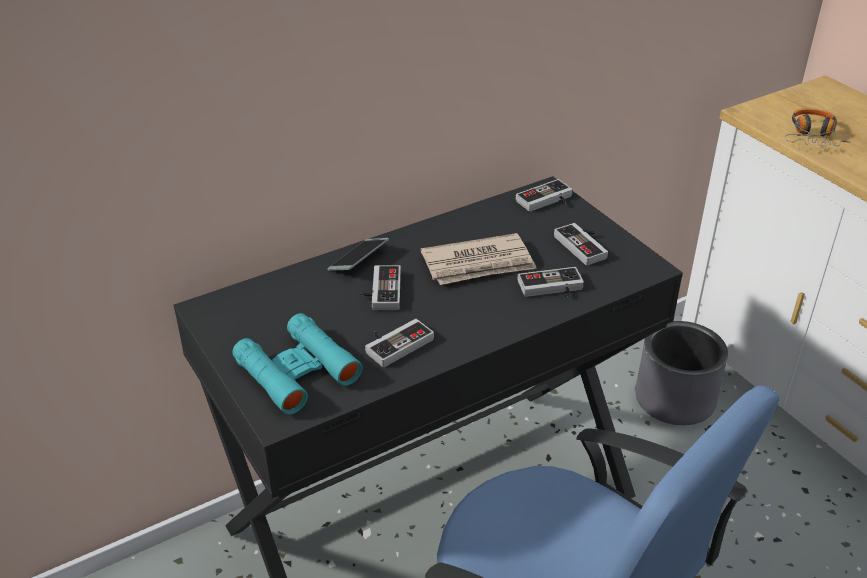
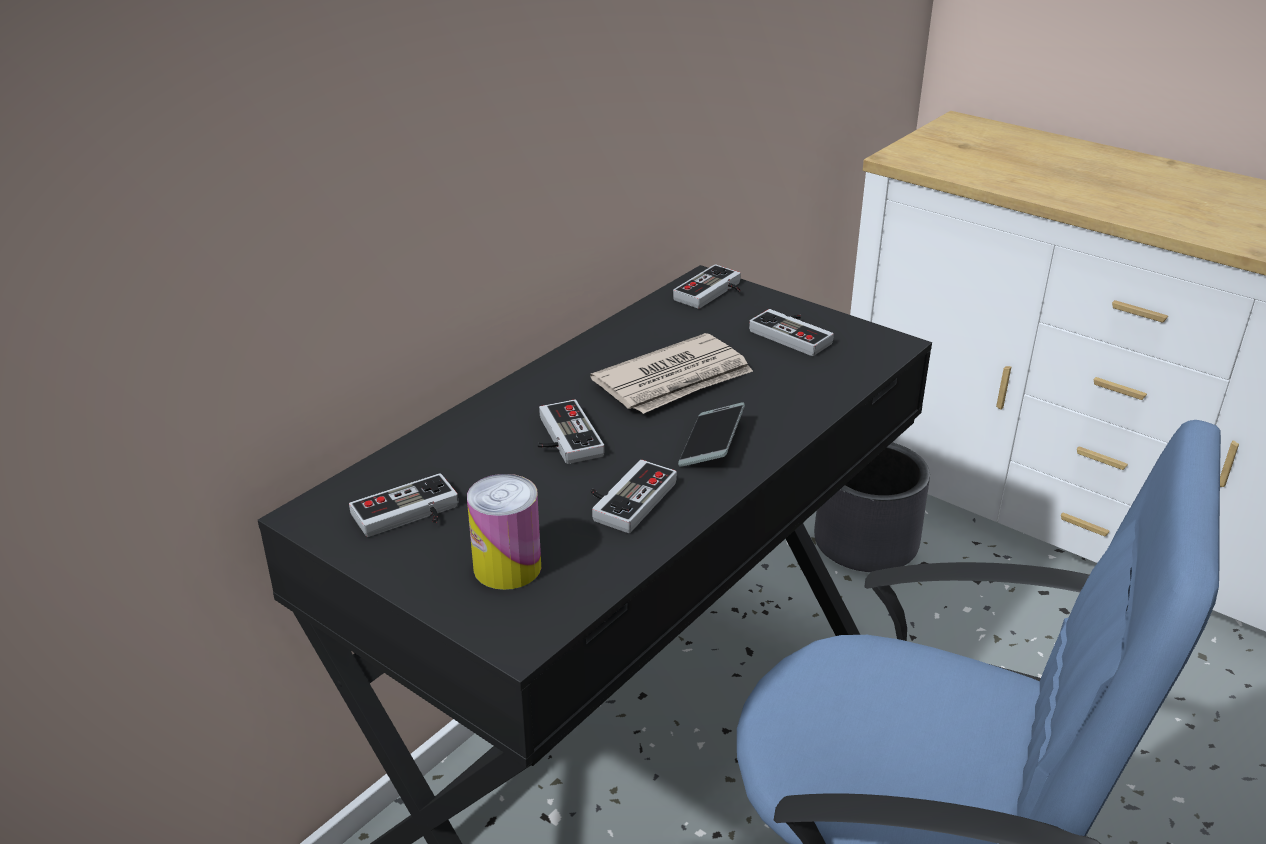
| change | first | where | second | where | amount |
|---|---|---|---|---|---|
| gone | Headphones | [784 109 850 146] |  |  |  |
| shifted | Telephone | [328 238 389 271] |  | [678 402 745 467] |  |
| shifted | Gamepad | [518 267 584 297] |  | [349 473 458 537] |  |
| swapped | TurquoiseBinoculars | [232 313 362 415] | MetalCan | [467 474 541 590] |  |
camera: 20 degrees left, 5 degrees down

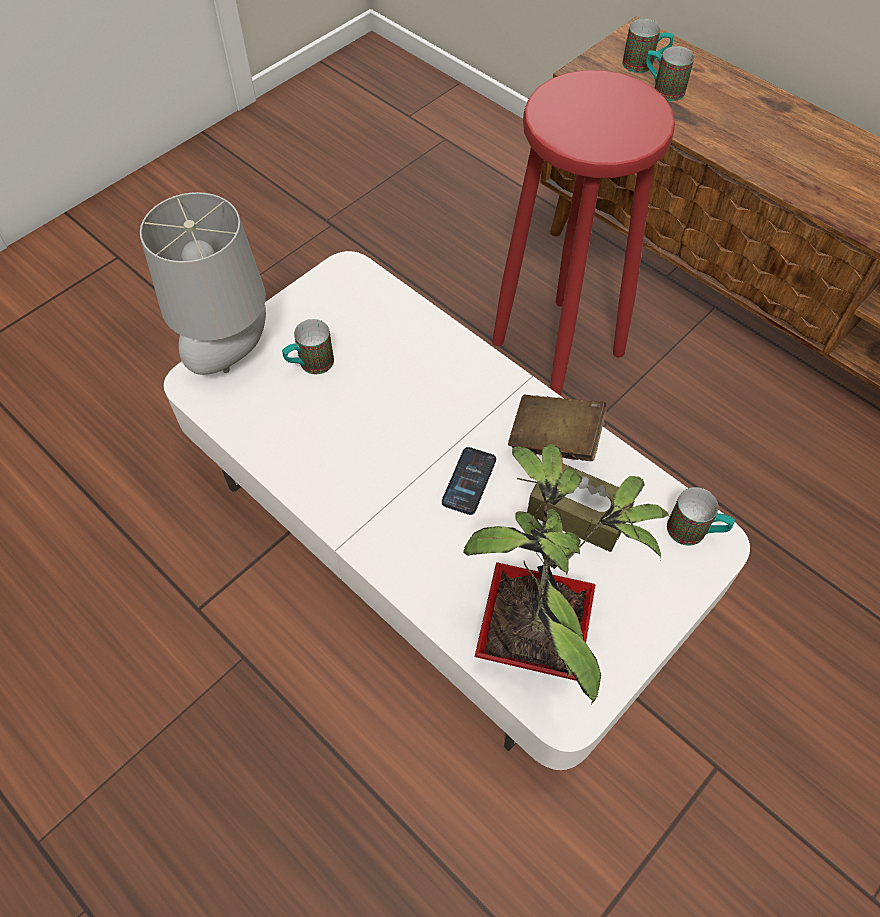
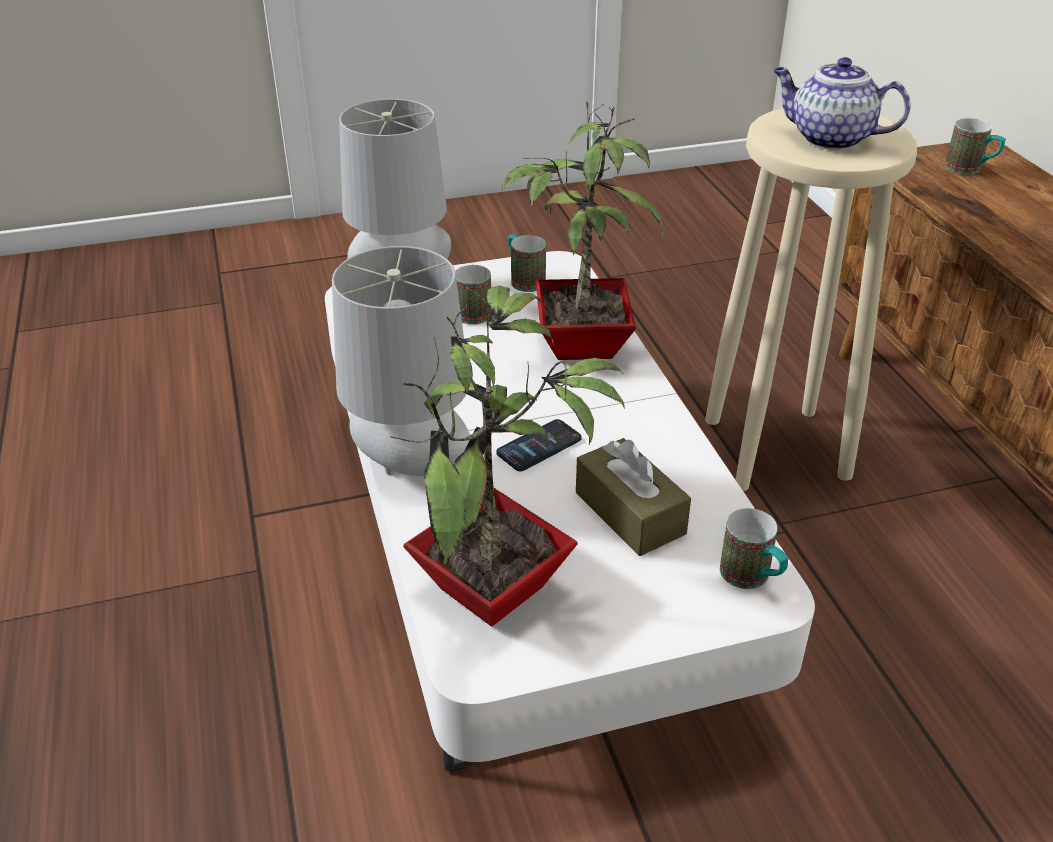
| change | first | where | second | where | amount |
|---|---|---|---|---|---|
| shifted | CoffeeMug | [646 46 694 101] |  | [508 234 546 292] |  |
| repainted | ReddishStool | [492 70 675 396] | BeigeColouredStool | [705 109 917 491] |  |
| gone | BrownishBoundBook | [508 395 607 461] |  |  |  |
| new |  |  | PotForTea | [773 57 911 150] |  |
| new |  |  | PottedPlant | [501 100 663 360] |  |
| new |  |  | GrayTabletopLamp | [332 246 470 476] |  |
camera: 30 degrees right, 20 degrees down

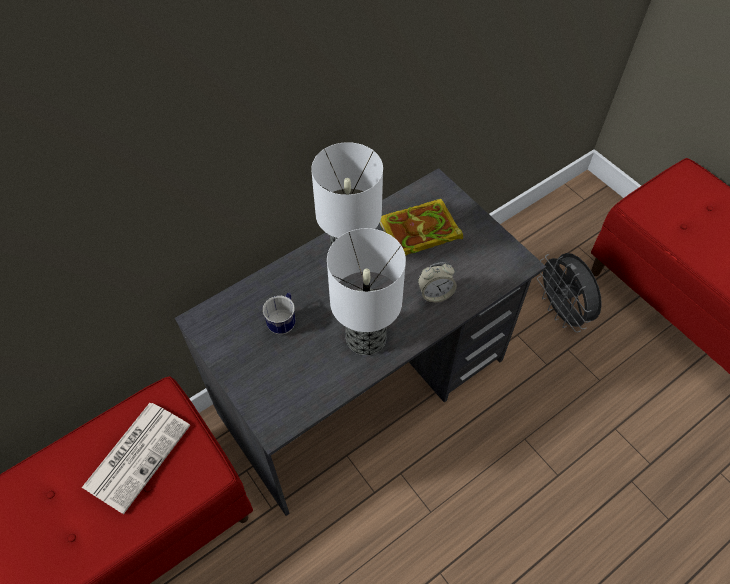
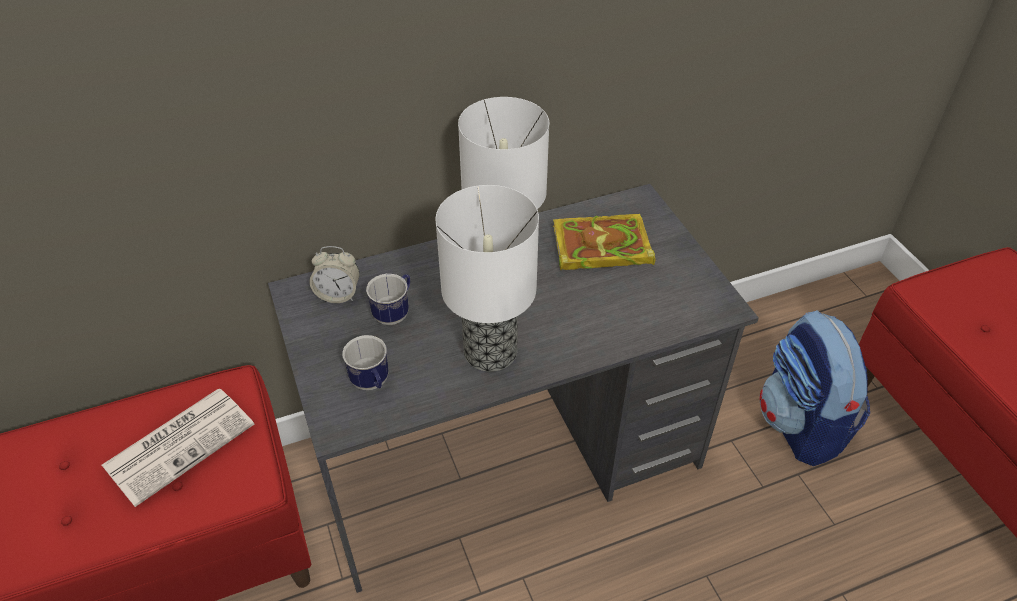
| change | first | where | second | where | amount |
|---|---|---|---|---|---|
| swapped | GrayFan | [537 253 602 333] | Backpack | [759 310 870 466] |  |
| shifted | TableClock | [418 262 457 303] |  | [309 246 360 303] |  |
| new |  |  | CoffeeMug | [342 335 389 390] |  |
camera: 15 degrees right, 10 degrees down

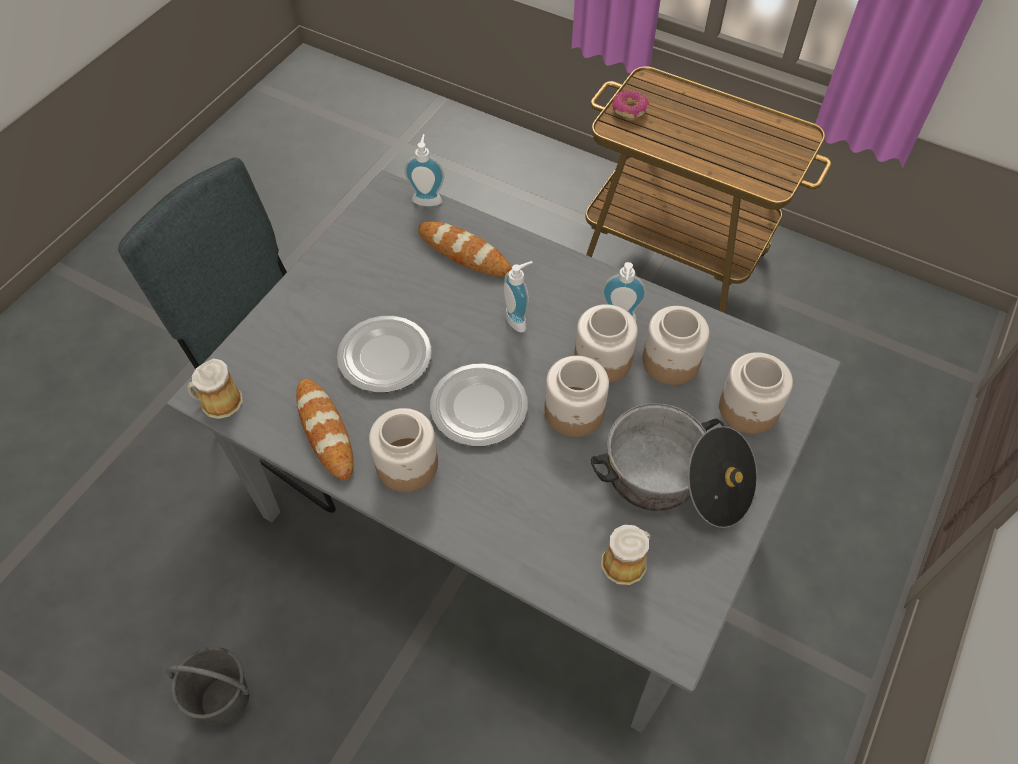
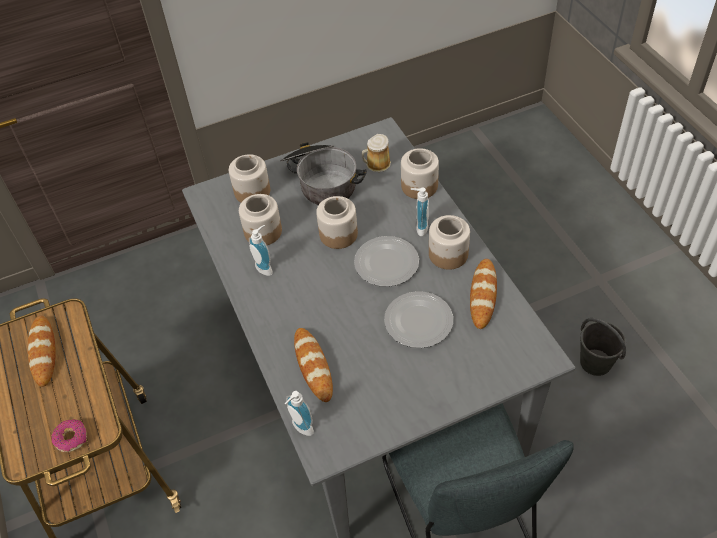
| change | first | where | second | where | amount |
|---|---|---|---|---|---|
| shifted | SoapBottle | [504 261 533 332] |  | [411 187 429 236] |  |
| shifted | Jar | [574 304 638 383] |  | [401 148 439 199] |  |
| gone | CoffeeMug | [187 358 243 419] |  |  |  |
| new |  |  | BakeryBread | [28 316 56 387] |  |
camera: 140 degrees left, 5 degrees down

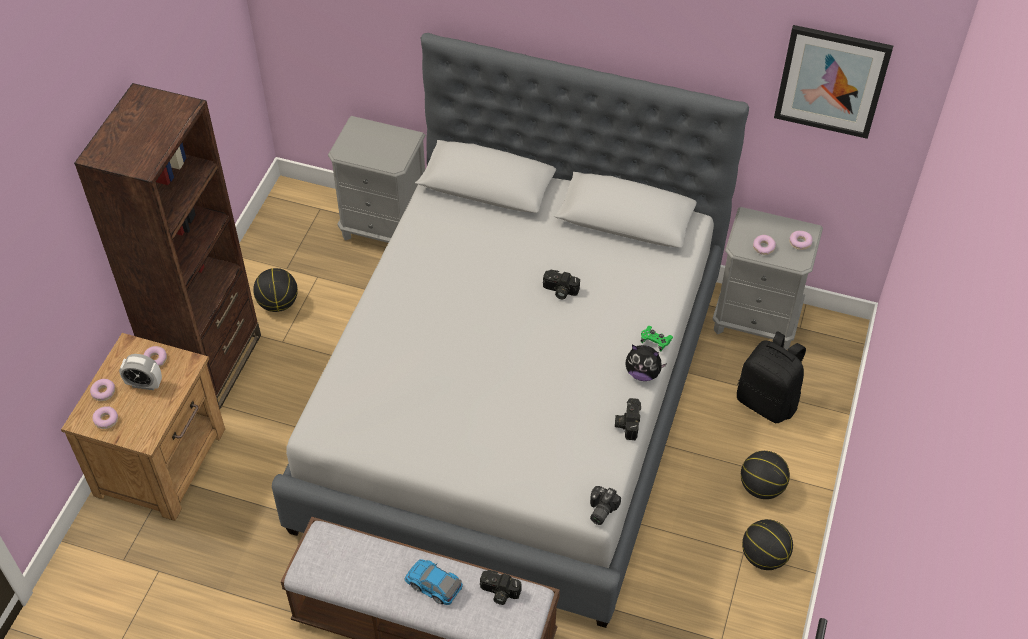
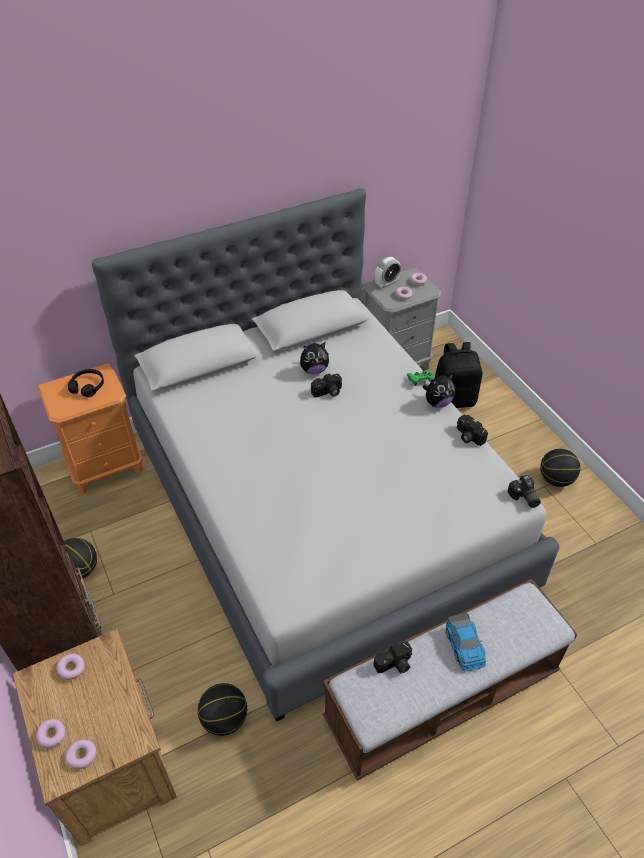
| change | first | where | second | where | amount |
|---|---|---|---|---|---|
| gone | Picture | [774 25 893 139] |  |  |  |
| repainted | GrayBedsideTable | [328 116 425 243] | OrangeyBedsideTable | [37 363 143 494] |  |
| shifted | TableClock | [119 354 162 390] |  | [375 257 401 288] |  |
| shifted | Basketball | [741 451 790 499] |  | [198 683 247 736] |  |
| rotated | MiniatureCar | [405 559 463 605] |  | [446 613 486 671] | 90 degrees counterclockwise |
| shifted | PhotoCamera | [480 570 522 605] |  | [373 641 412 673] |  |
| new |  |  | CuddlyToy | [300 343 329 374] |  |
| new |  |  | BlackHeadphones | [68 369 104 397] |  |
camera: 45 degrees left, 5 degrees down

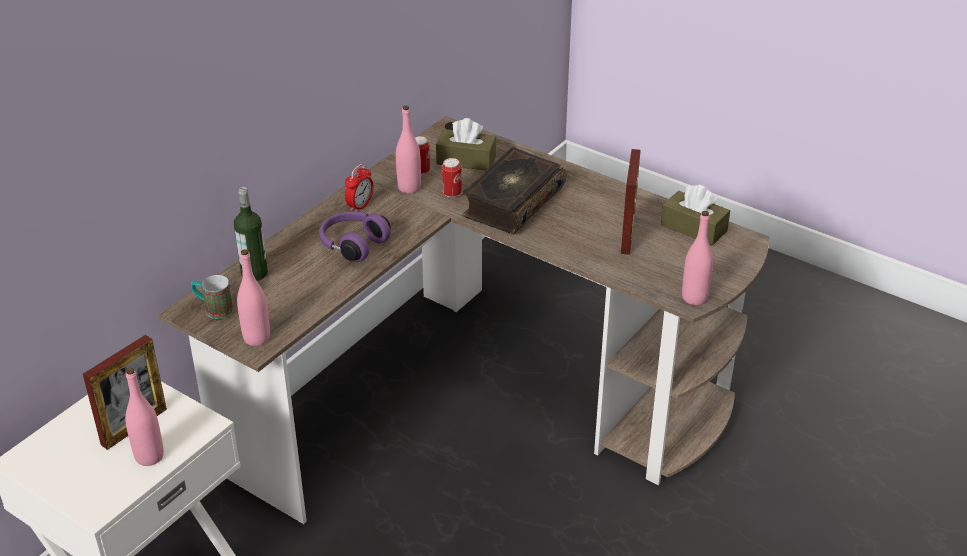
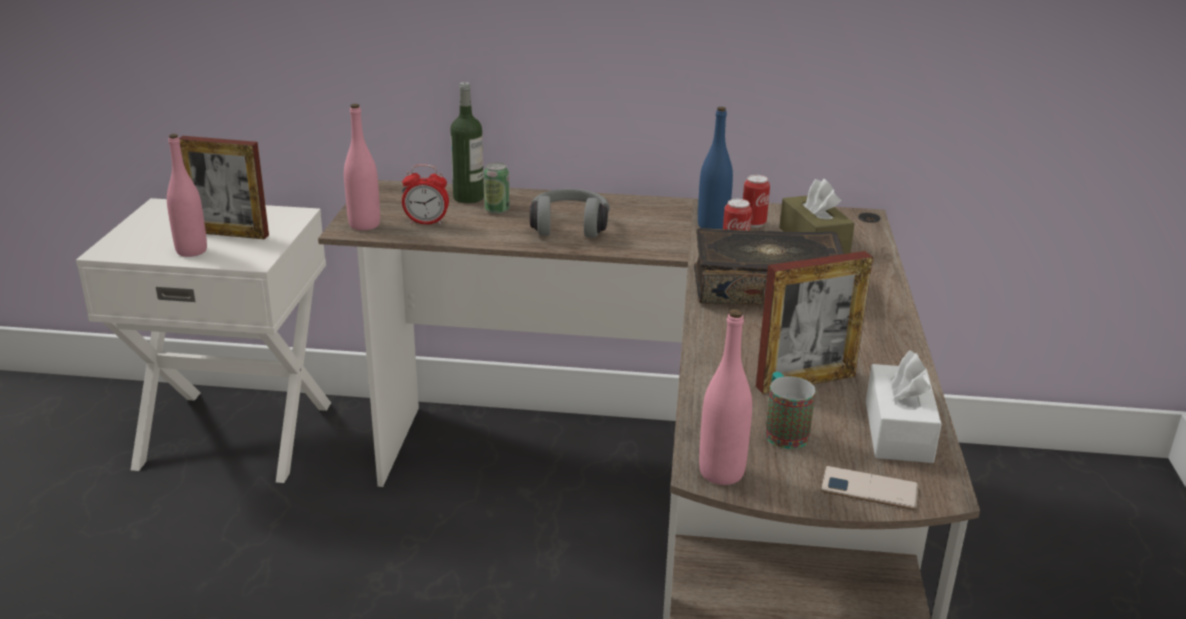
| change | first | where | second | where | amount |
|---|---|---|---|---|---|
| repainted | PinkBeverageBottle | [396 106 421 194] | BluishBeverageBottle | [698 107 733 229] |  |
| shifted | TableClock | [345 164 373 212] |  | [402 164 449 225] |  |
| repainted | BrownishBoxOfTissues | [661 185 730 246] | WhitishBoxOfTissues | [866 350 942 463] |  |
| repainted | PurpleColouredHeadphones | [319 211 391 262] | GrayHeadphones | [530 189 610 238] |  |
| shifted | CoffeeMug | [191 275 233 319] |  | [765 372 815 449] |  |
| new |  |  | MetalCan | [484 162 510 214] |  |
| new |  |  | Telephone | [821 466 919 510] |  |
camera: 60 degrees right, 10 degrees down

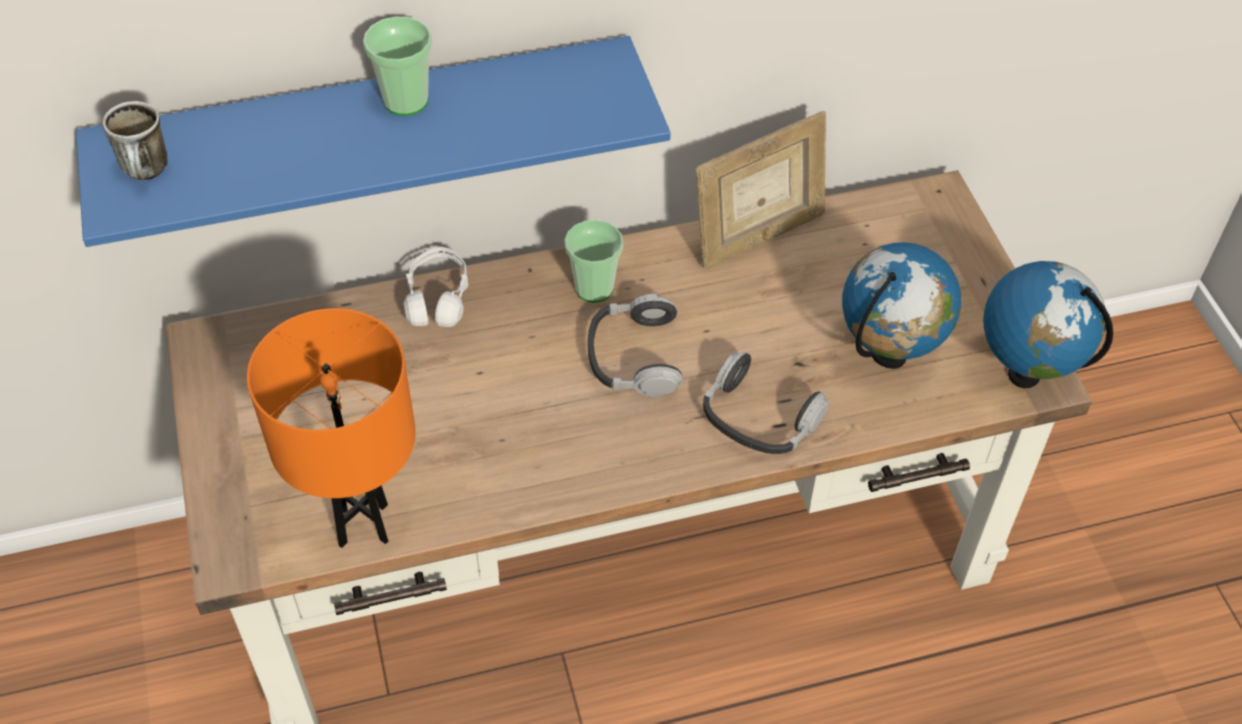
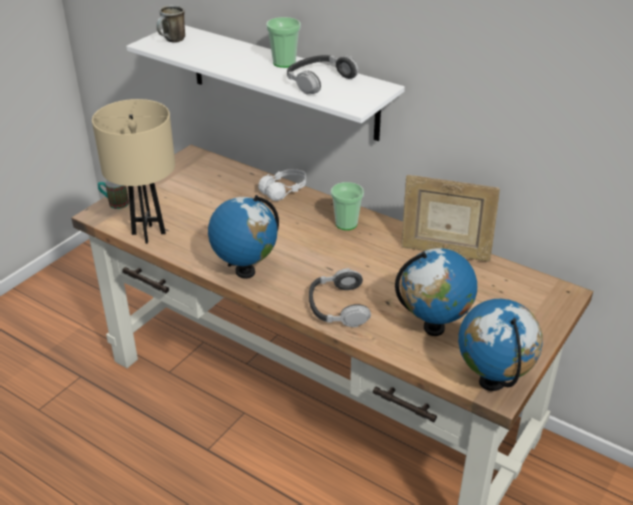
| change | first | where | second | where | amount |
|---|---|---|---|---|---|
| repainted | BluishShelf | [76 36 671 247] | WhitishShelf | [126 25 405 141] |  |
| shifted | Headphones | [588 294 683 397] |  | [287 55 359 94] |  |
| repainted | OrangeyTabletopLamp | [247 308 416 548] | BeigeColouredTabletopLamp | [92 99 175 244] |  |
| new |  |  | CoffeeMug | [97 180 129 209] |  |
| new |  |  | Globe | [208 195 279 279] |  |
camera: 50 degrees right, 15 degrees down

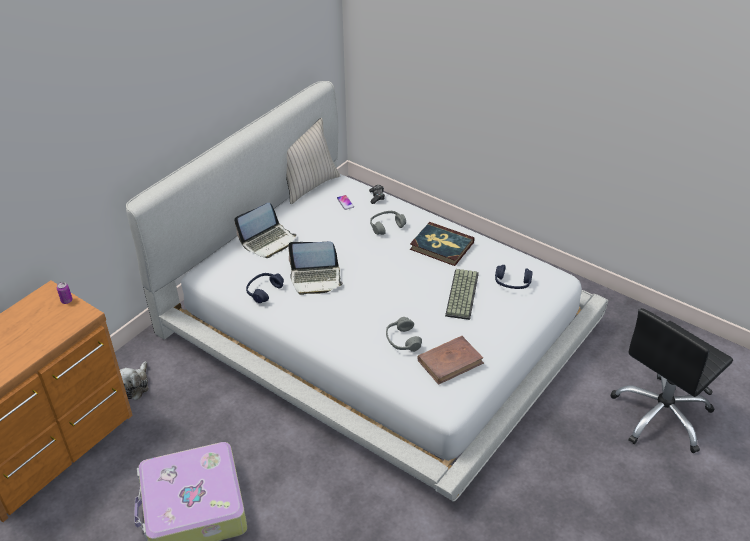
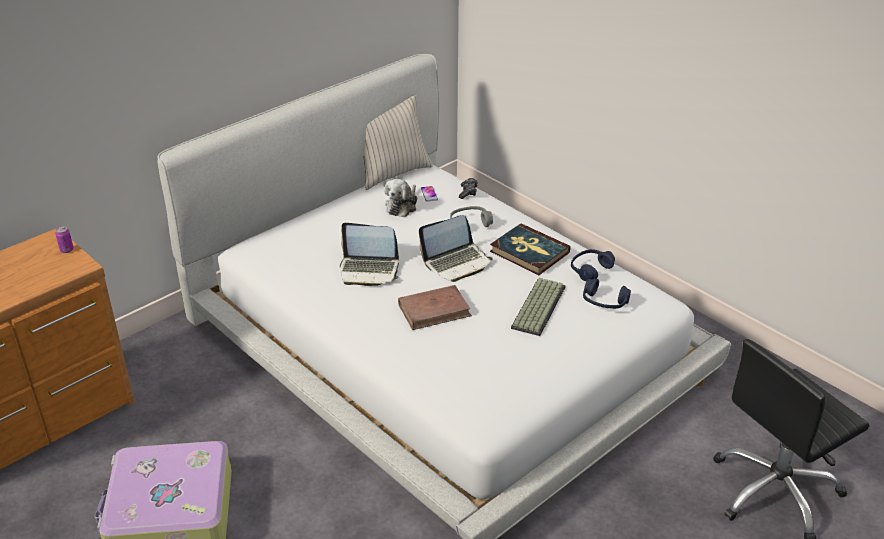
| change | first | where | second | where | amount |
|---|---|---|---|---|---|
| shifted | PortableComputer | [234 203 296 258] |  | [419 215 493 282] |  |
| shifted | BluishHeadphones | [246 273 284 303] |  | [571 249 615 281] |  |
| gone | GrayHeadphones | [386 317 422 352] |  |  |  |
| shifted | BrownishBoundBook | [417 336 484 385] |  | [398 285 472 330] |  |
| shifted | CuddlyToy | [120 361 149 400] |  | [384 179 417 217] |  |
camera: 10 degrees right, 5 degrees down

